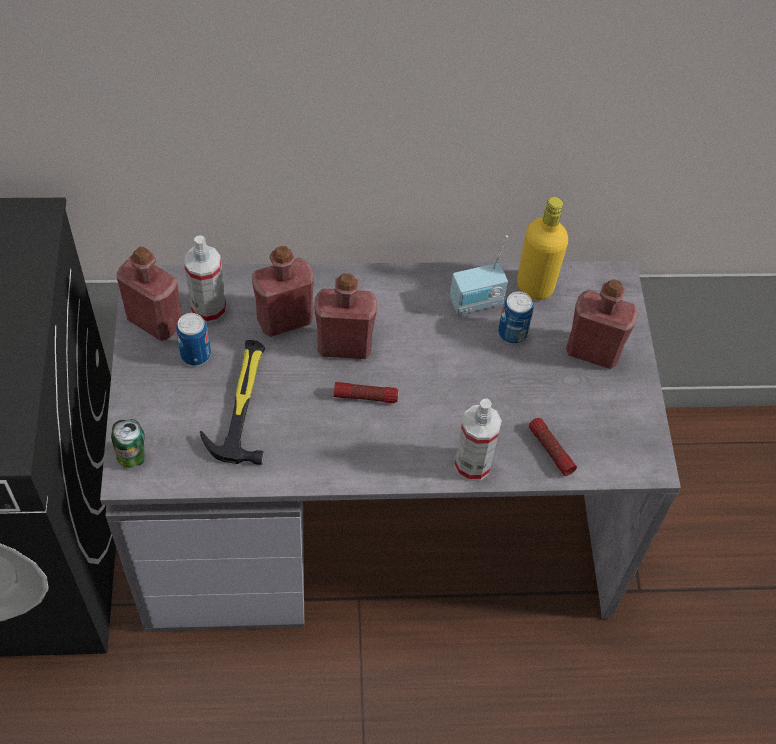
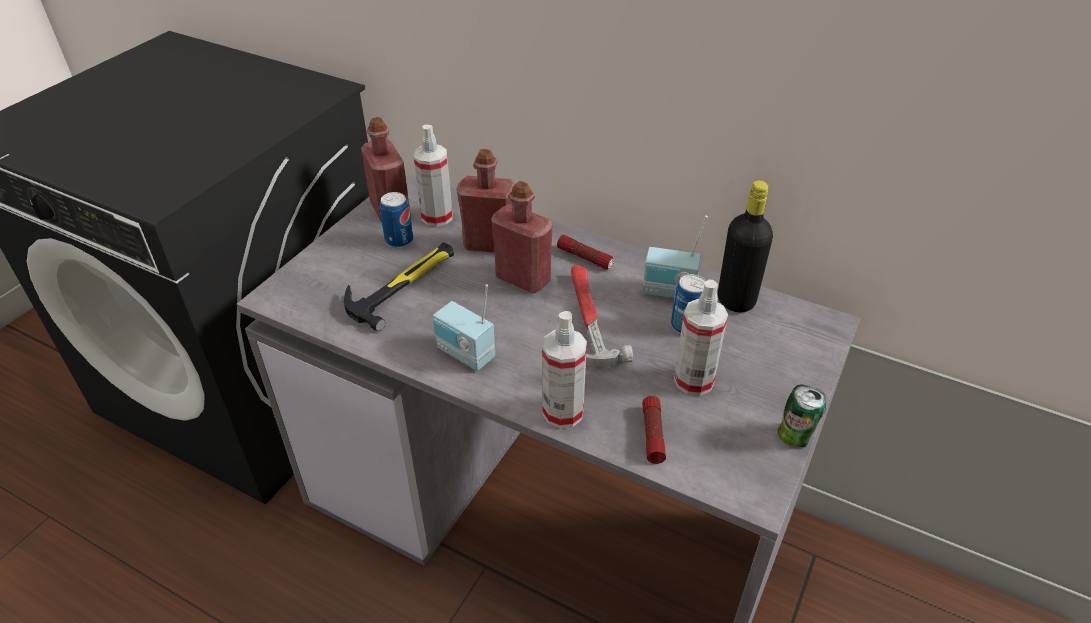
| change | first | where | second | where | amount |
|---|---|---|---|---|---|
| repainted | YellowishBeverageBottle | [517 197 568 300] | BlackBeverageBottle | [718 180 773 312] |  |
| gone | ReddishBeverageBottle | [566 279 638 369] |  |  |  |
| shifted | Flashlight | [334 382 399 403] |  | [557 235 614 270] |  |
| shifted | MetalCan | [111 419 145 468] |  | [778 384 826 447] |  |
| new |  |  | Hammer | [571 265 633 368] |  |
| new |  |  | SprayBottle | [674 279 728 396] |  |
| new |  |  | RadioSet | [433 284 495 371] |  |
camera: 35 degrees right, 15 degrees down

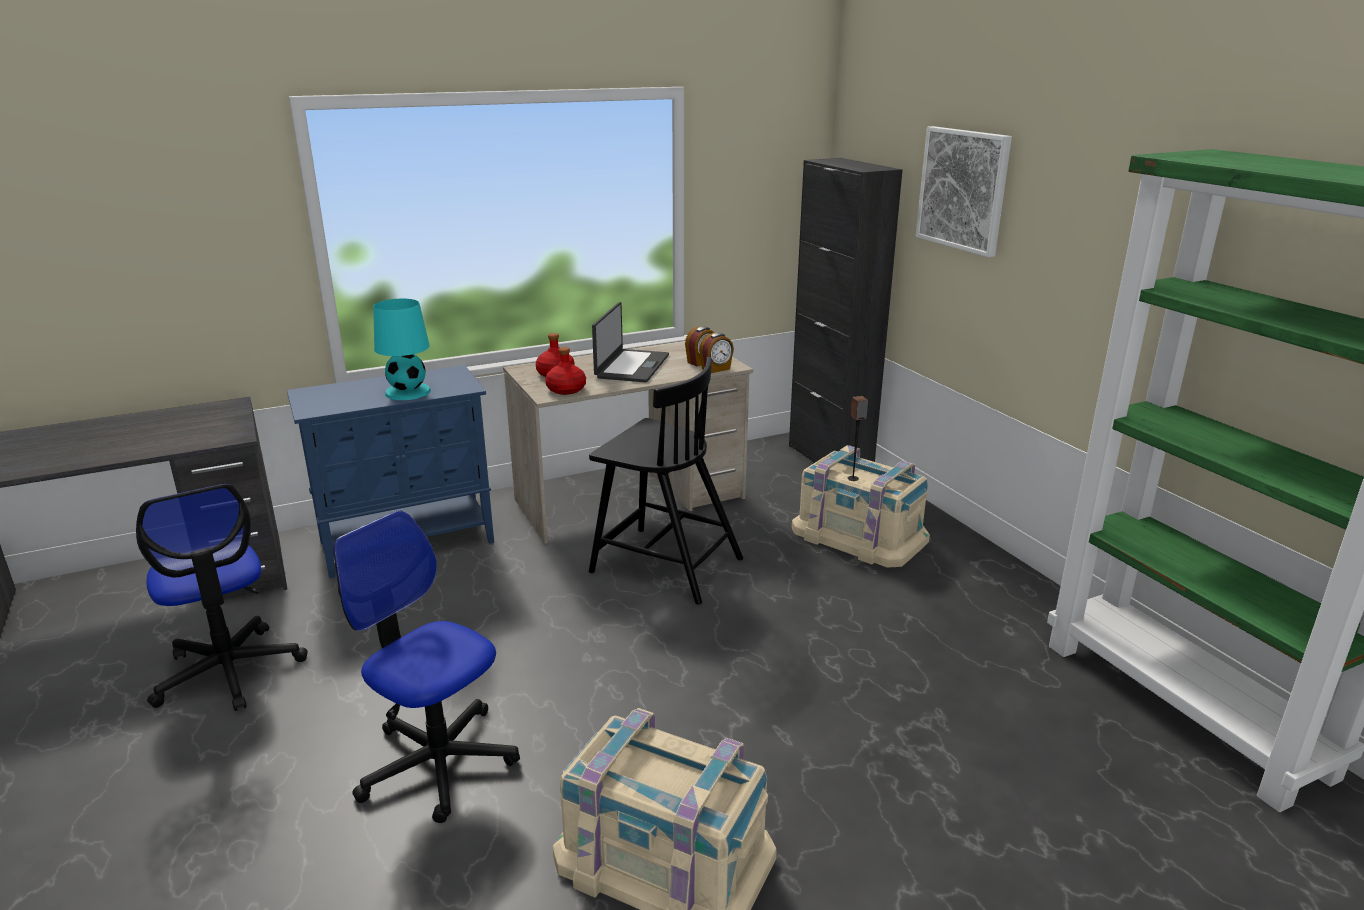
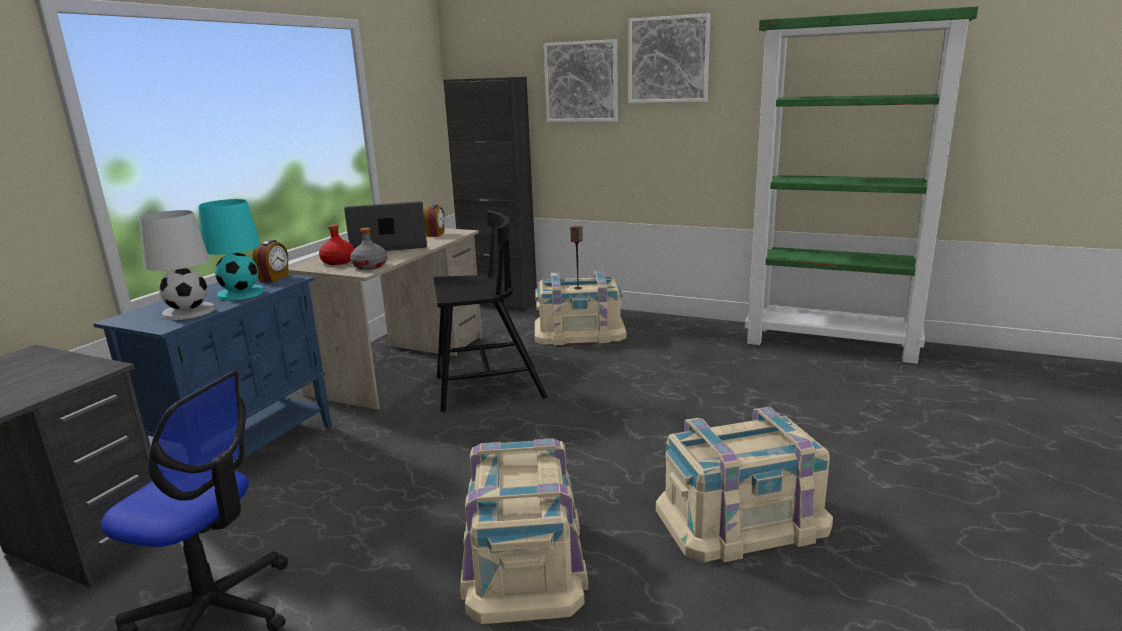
| change | first | where | second | where | amount |
|---|---|---|---|---|---|
| rotated | PortableComputer | [592 302 669 382] |  | [344 201 427 251] | 75 degrees counterclockwise |
| shifted | TableClock | [699 333 734 373] |  | [252 240 289 282] |  |
| repainted | ReddishBeverageBottle | [545 347 586 395] | GrayBeverageBottle | [350 228 388 270] |  |
| swapped | ComputerChair | [333 511 520 823] | BeigeColouredStorageBox | [460 438 588 624] |  |
| new |  |  | Picture | [629 13 711 103] |  |
| new |  |  | WhitishTabletopLamp | [139 210 215 320] |  |
camera: 40 degrees left, 5 degrees down

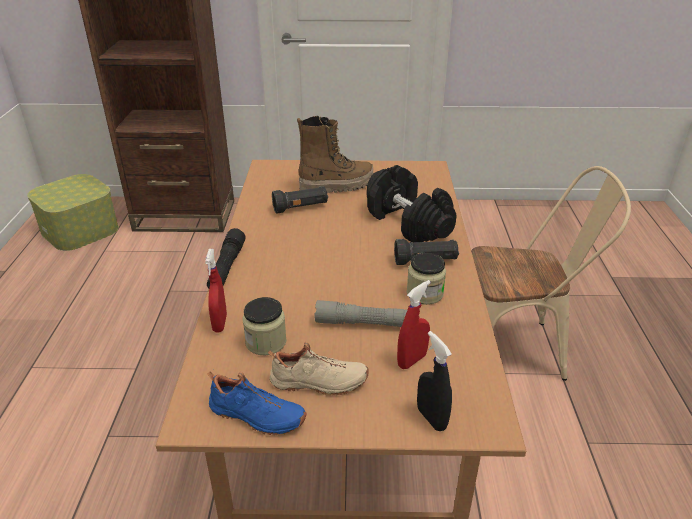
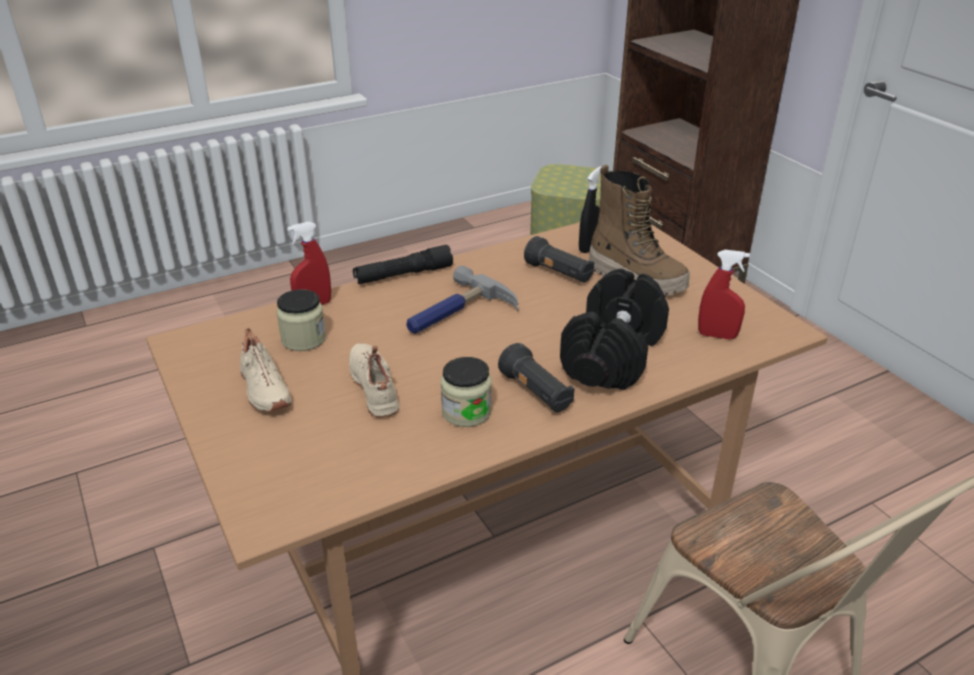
| change | first | where | second | where | amount |
|---|---|---|---|---|---|
| shifted | ReddishSprayBottle | [397 280 431 369] |  | [698 250 750 339] |  |
| swapped | GrayFlashlight | [315 300 407 327] | BeigeColouredShoe | [349 343 399 418] |  |
| shifted | BlackSprayBottle | [417 331 452 431] |  | [579 167 601 253] |  |
| gone | BluishShoe | [207 372 307 435] |  |  |  |
| new |  |  | Hammer | [407 266 518 334] |  |
camera: 60 degrees right, 0 degrees up

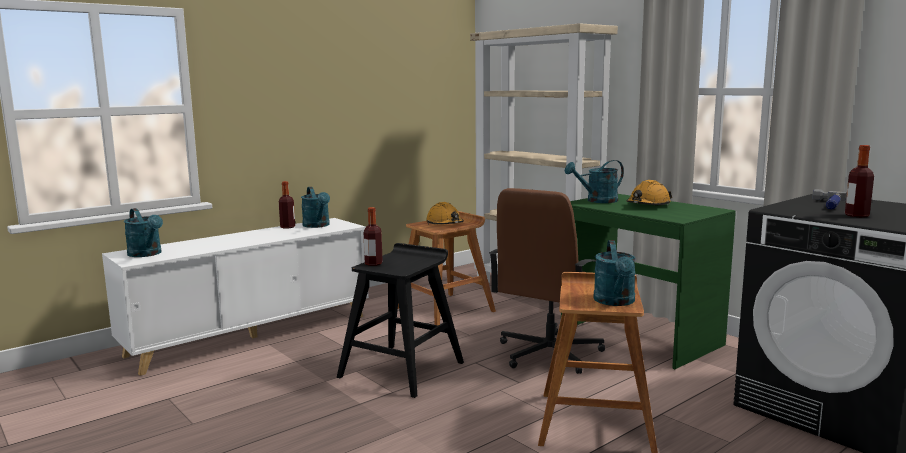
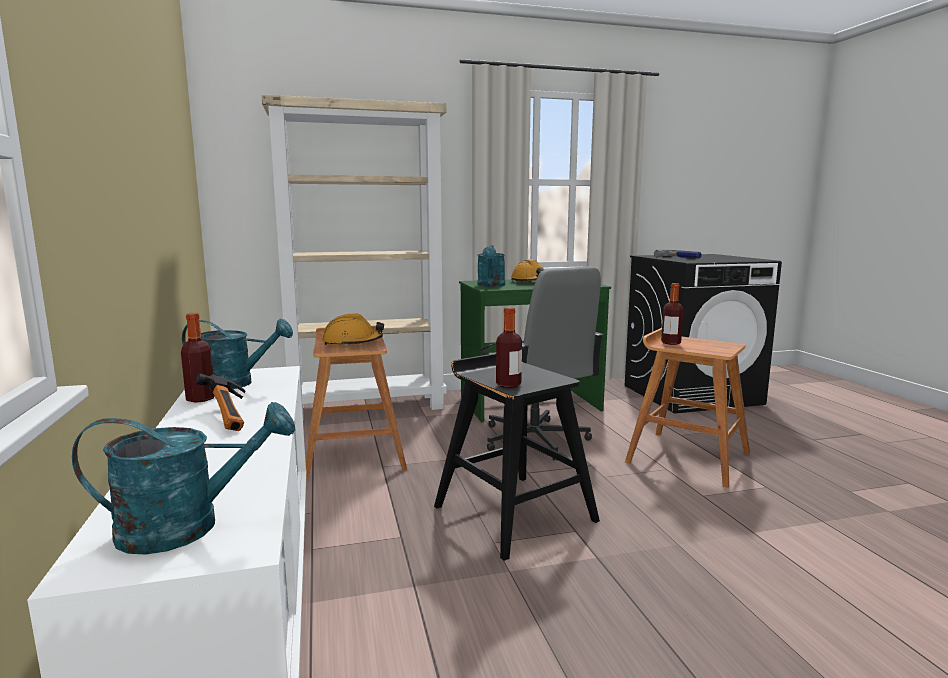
| change | first | where | second | where | amount |
|---|---|---|---|---|---|
| shifted | BeverageBottle | [845 145 874 217] |  | [661 283 684 345] |  |
| repainted | BrownishComputerChair | [489 188 605 374] | GrayComputerChair | [479 266 604 460] |  |
| gone | TurquoiseWateringPot | [593 240 636 306] |  |  |  |
| new |  |  | Hammer | [195 373 245 431] |  |
camera: 65 degrees left, 0 degrees up

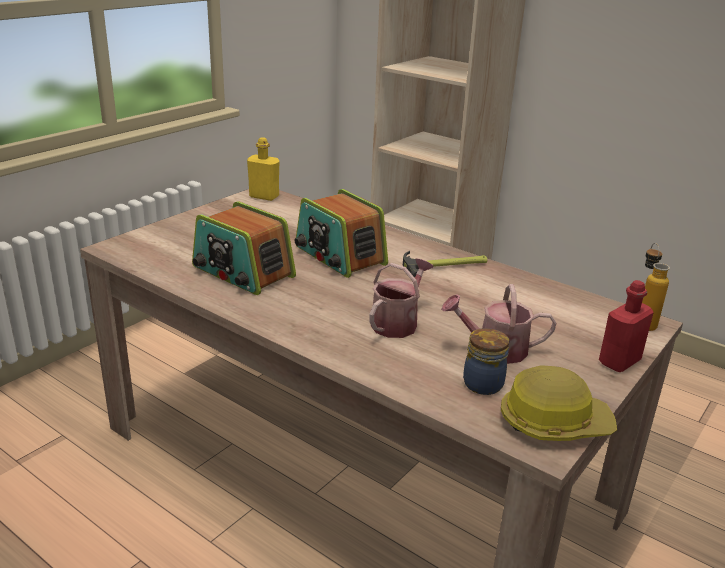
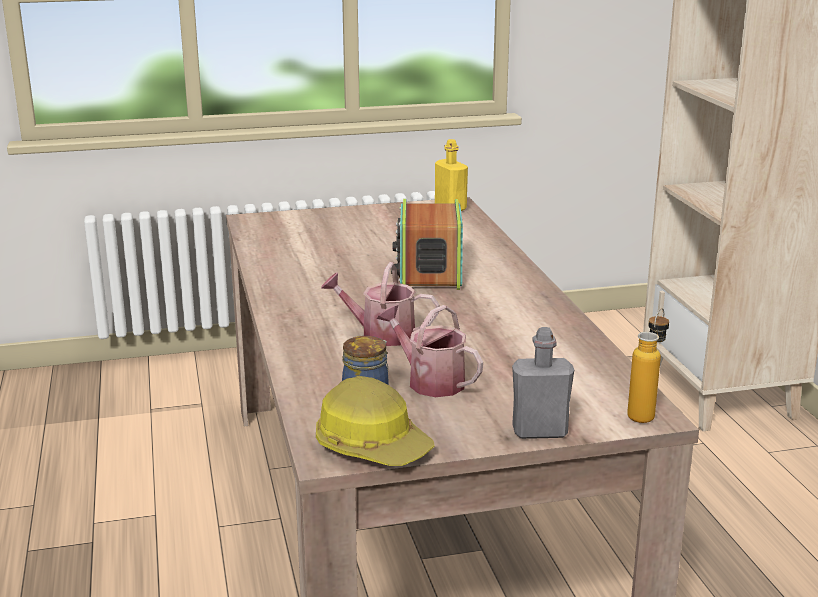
| change | first | where | second | where | amount |
|---|---|---|---|---|---|
| gone | RadioSet | [192 201 296 295] |  |  |  |
| gone | Hammer | [403 251 487 278] |  |  |  |
| rotated | WateringPot | [369 258 433 338] |  | [321 262 440 346] | 150 degrees counterclockwise |
| repainted | ReddishBeverageBottle | [599 280 654 372] | GrayBeverageBottle | [512 327 574 439] |  |
camera: 40 degrees right, 5 degrees down

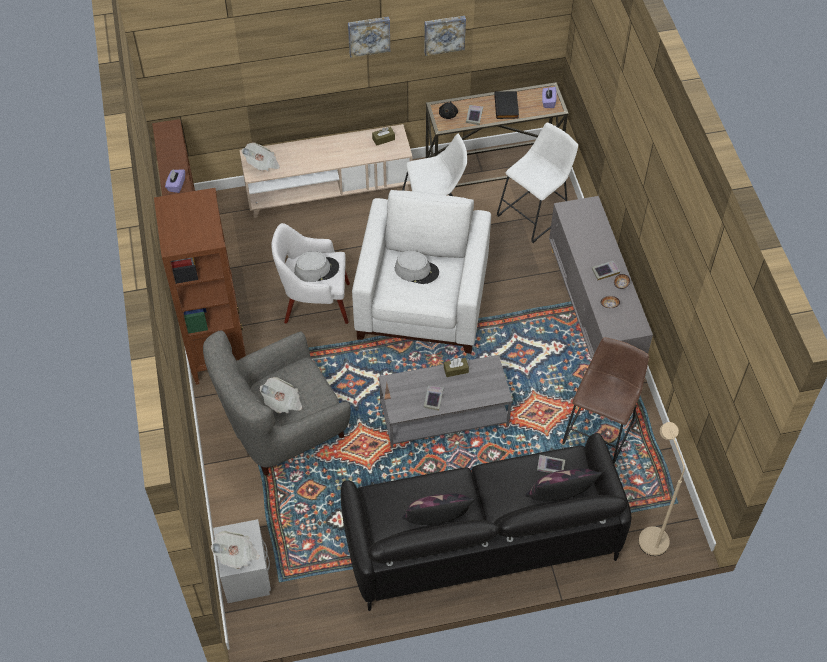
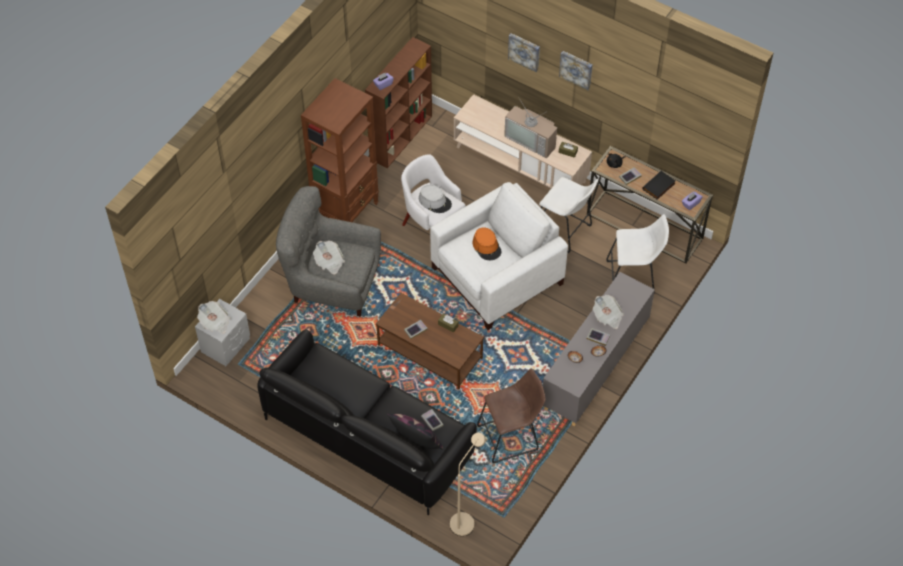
| change | first | where | second | where | amount |
|---|---|---|---|---|---|
| shifted | Picture | [424 16 466 56] |  | [508 33 540 72] |  |
| shifted | PrintedPaper | [241 143 280 171] |  | [593 295 624 329] |  |
| repainted | GrayWearableHat | [395 251 439 284] | OrangeyWearableHat | [473 227 502 260] |  |
| repainted | GrayLowTable | [379 355 513 448] | BrownishLowTable | [376 293 484 390] |  |
| gone | Cushion | [402 493 474 525] |  |  |  |
| new |  |  | TvSet | [504 98 557 158] |  |
camera: 45 degrees right, 0 degrees up

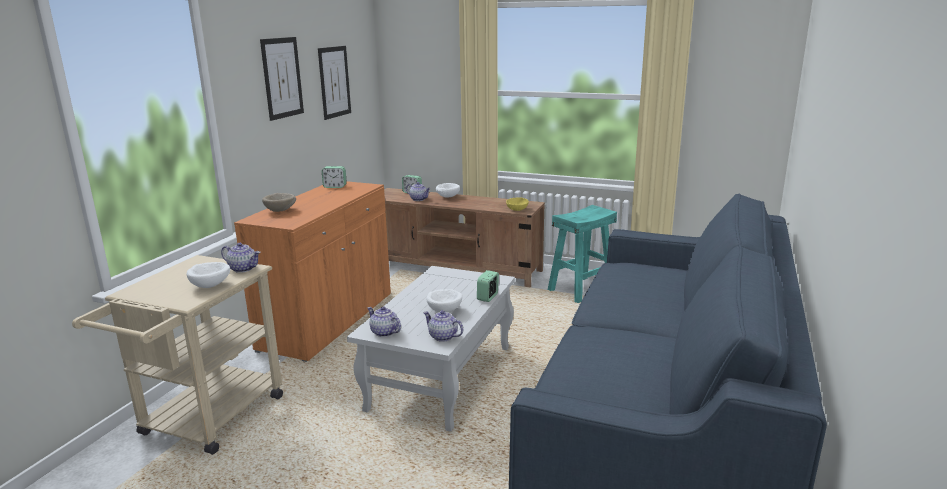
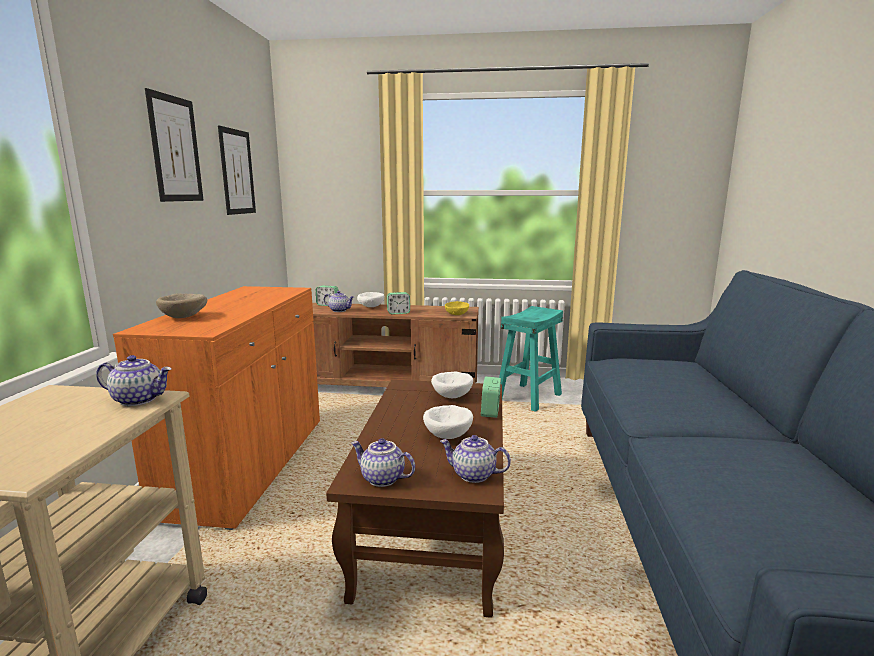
| change | first | where | second | where | amount |
|---|---|---|---|---|---|
| shifted | TableClock | [322 166 347 188] |  | [387 292 410 314] |  |
| shifted | WhitishDeepDish | [187 262 230 288] |  | [431 372 473 398] |  |
| repainted | WhitishLowTable | [347 266 515 432] | BrownishLowTable | [326 380 504 618] |  |
camera: 15 degrees left, 5 degrees down

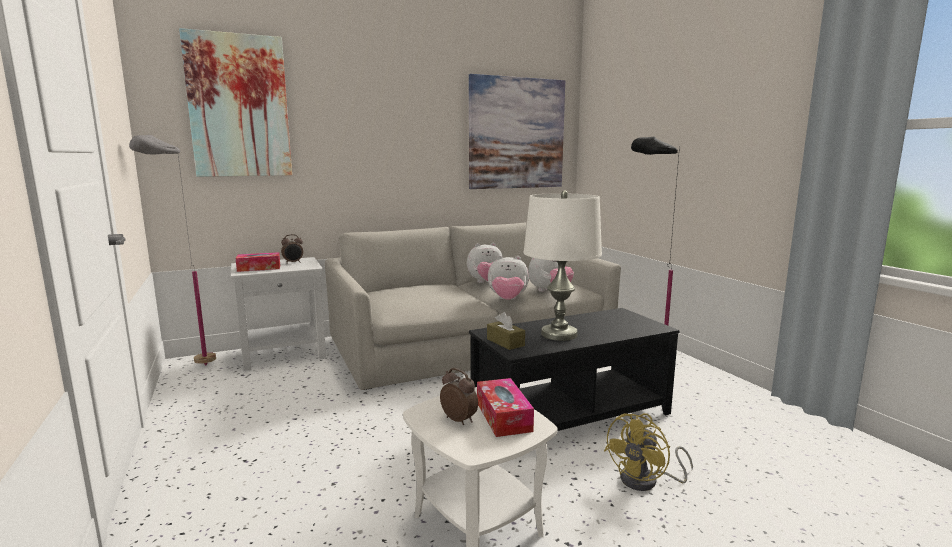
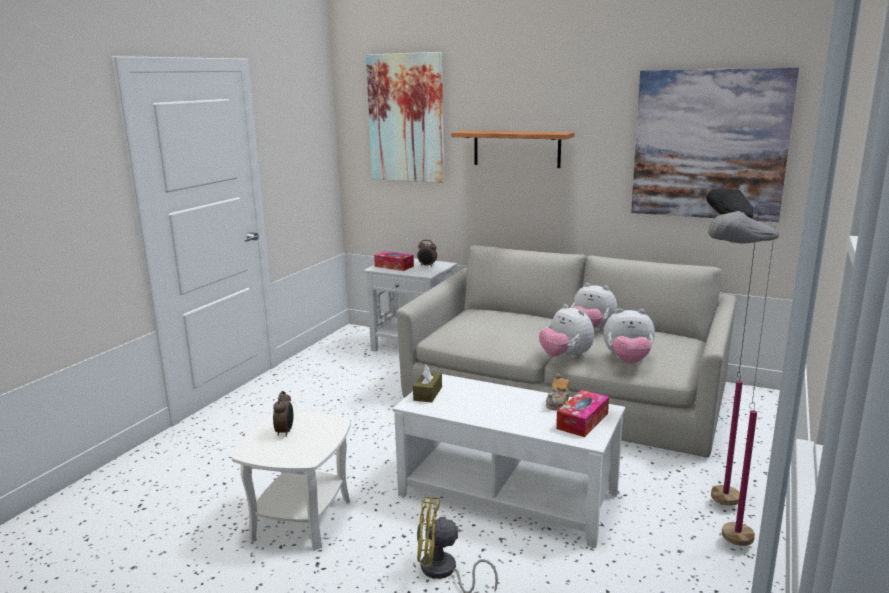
| change | first | where | second | where | amount |
|---|---|---|---|---|---|
| shifted | GrayFloorLamp | [129 135 216 366] |  | [708 211 779 546] |  |
| gone | WhitishTabletopLamp | [523 190 602 341] |  |  |  |
| repainted | BlackLowTable | [469 308 680 431] | WhitishLowTable | [393 374 625 548] |  |
| shifted | BoxOfTissues | [477 378 534 437] |  | [556 390 609 437] |  |
| new |  |  | Shelf | [451 130 575 168] |  |
| new |  |  | PotForTea | [546 373 570 410] |  |
camera: 50 degrees right, 5 degrees up

